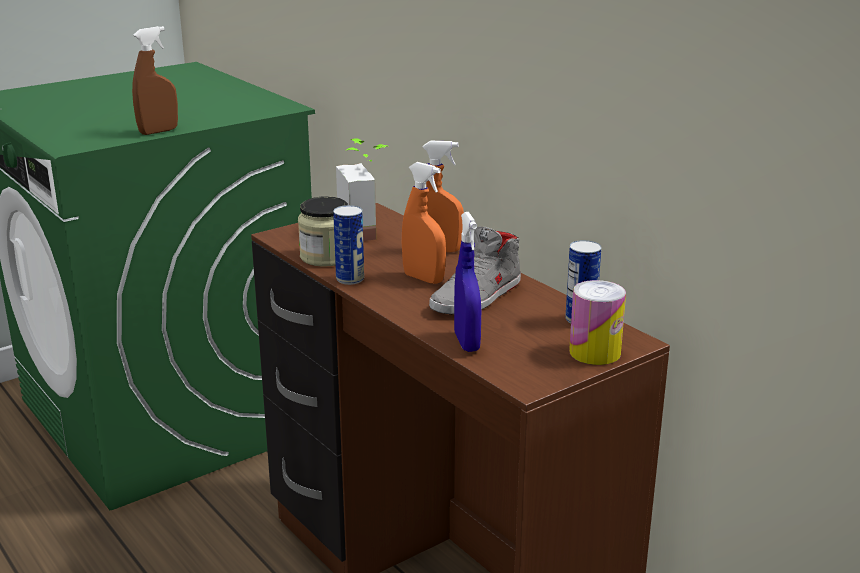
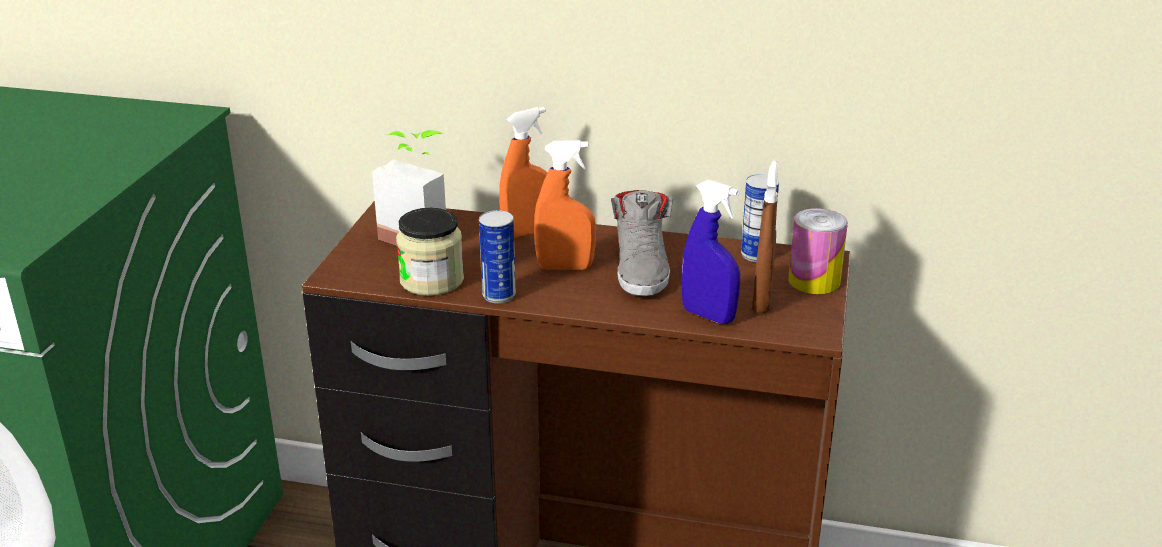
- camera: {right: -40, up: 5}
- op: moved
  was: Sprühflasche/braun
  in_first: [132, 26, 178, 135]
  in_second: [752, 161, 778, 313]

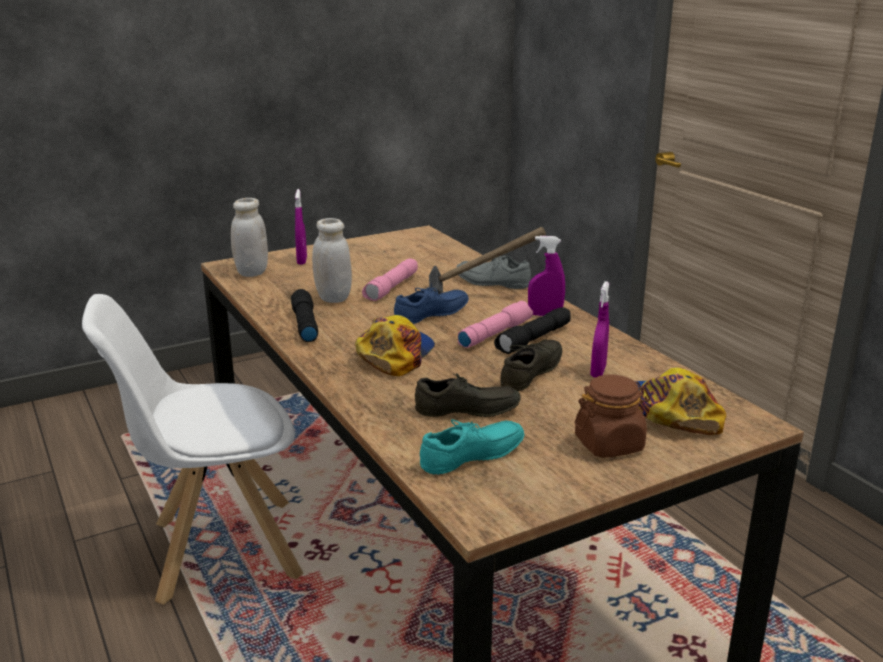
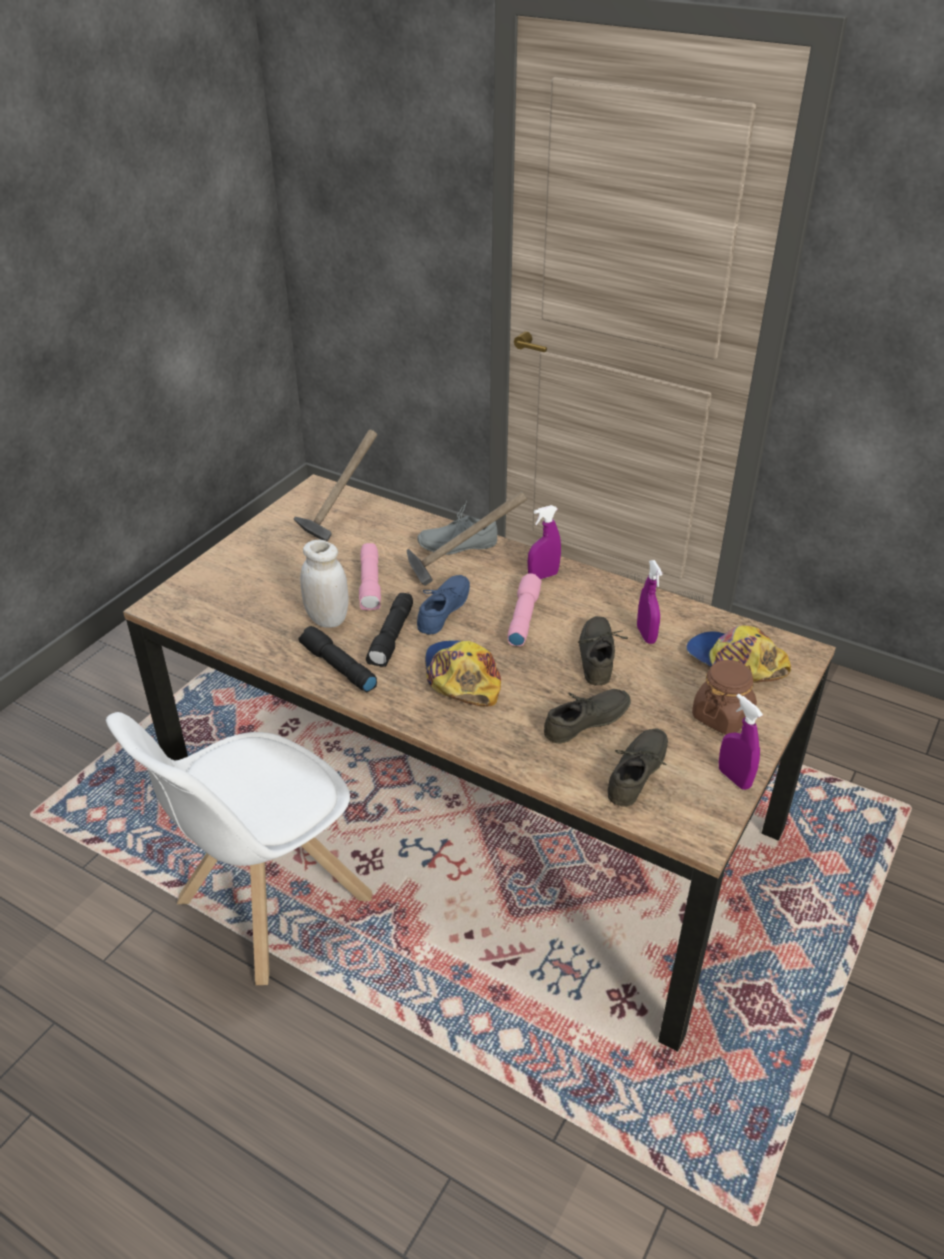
- camera: {right: -30, up: 15}
- op: removed
  was: Vorratsglas/weiß
  in_first: [231, 198, 268, 277]
- op: added
  now: Hammer
  in_second: [294, 429, 377, 542]
- op: moved
  was: Sprühflasche/lila
  in_first: [295, 189, 307, 265]
  in_second: [719, 694, 763, 790]
- op: moved
  was: Taschenlampe/schwarz
  in_first: [494, 307, 571, 354]
  in_second: [366, 593, 413, 667]
- op: recoloured
  was: Schuh/türkis
  now: Schuh/grau
  in_first: [420, 419, 524, 475]
  in_second: [608, 728, 668, 807]

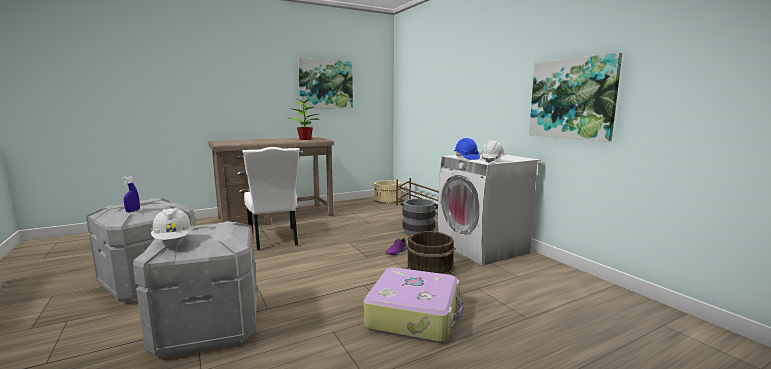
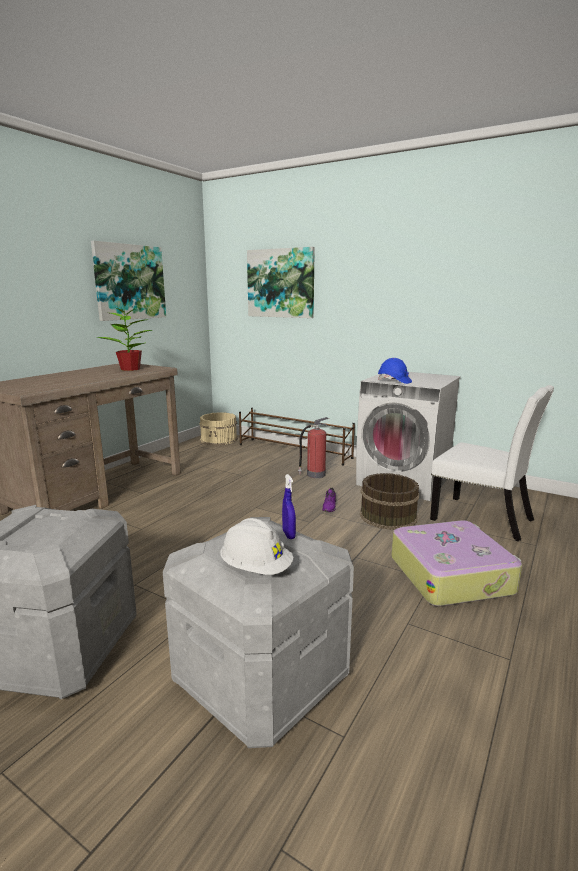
- camera: {right: -30, up: 5}
- op: removed
  was: Schutzhelm/weiß
  in_first: [480, 140, 505, 163]
- op: moved
  was: Sprühflasche/blau
  in_first: [122, 176, 140, 212]
  in_second: [282, 474, 296, 539]
- op: moved
  was: Stuhl/weiß
  in_first: [242, 147, 299, 250]
  in_second: [430, 385, 554, 541]
- op: moved
  was: Bild
  in_first: [529, 53, 622, 142]
  in_second: [247, 247, 315, 318]
- op: replaced
  was: Eimer/grau
  now: Feuerlöscher
  in_first: [400, 199, 438, 236]
  in_second: [298, 417, 329, 478]

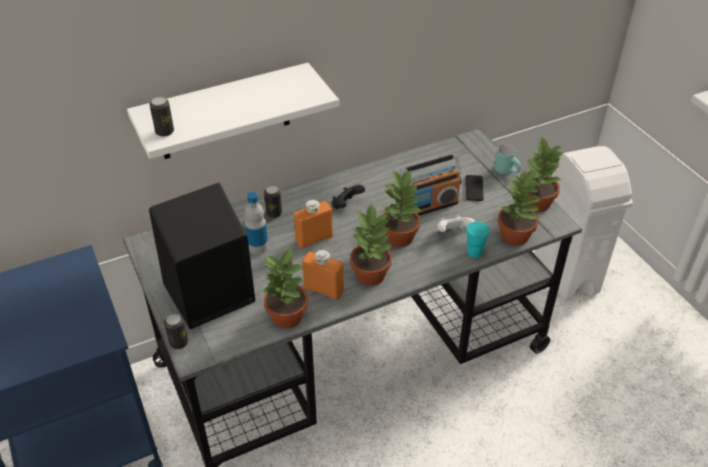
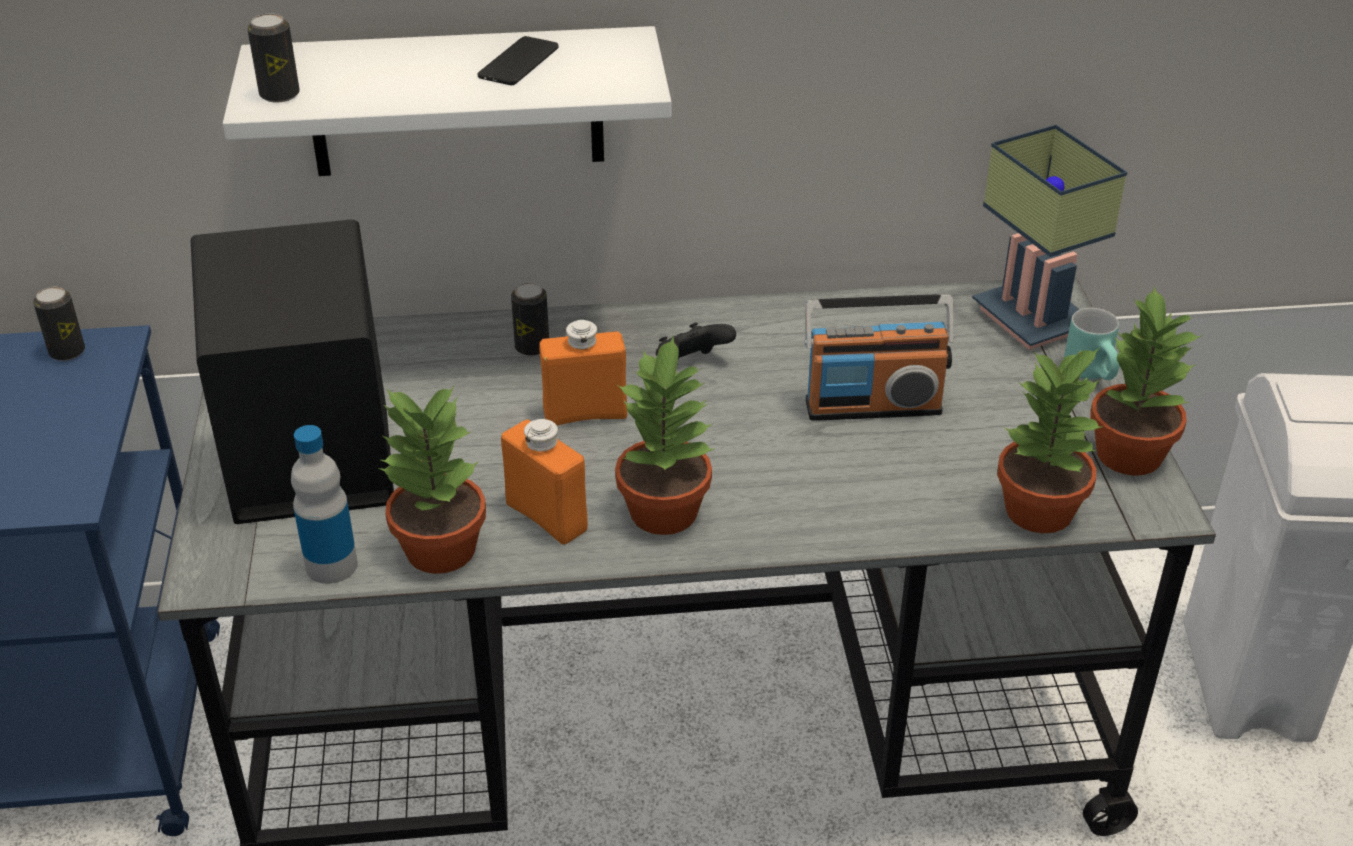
- camera: {right: 20, up: -5}
- op: removed
  was: Topfpflanze
  in_first: [382, 170, 423, 247]
- op: removed
  was: Gamepad/weiß
  in_first: [437, 215, 475, 232]
- op: removed
  was: Tasse/türkis
  in_first: [466, 222, 490, 258]
- op: added
  now: Tischlampe
  in_second: [972, 125, 1127, 350]
- op: moved
  was: Dose
  in_first: [164, 314, 188, 349]
  in_second: [33, 287, 85, 361]
- op: moved
  was: Flasche
  in_first: [244, 192, 268, 254]
  in_second: [291, 425, 358, 584]
- op: moved
  was: Handy
  in_first: [465, 175, 484, 201]
  in_second: [478, 36, 558, 85]

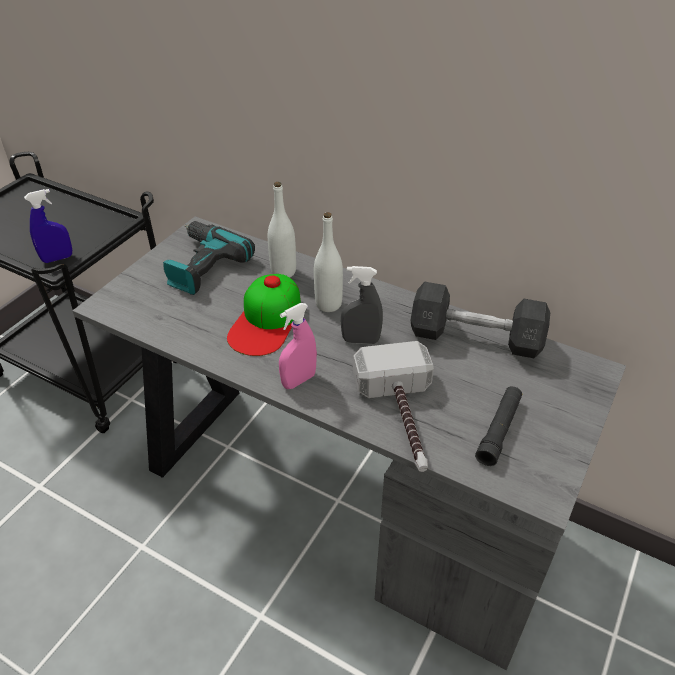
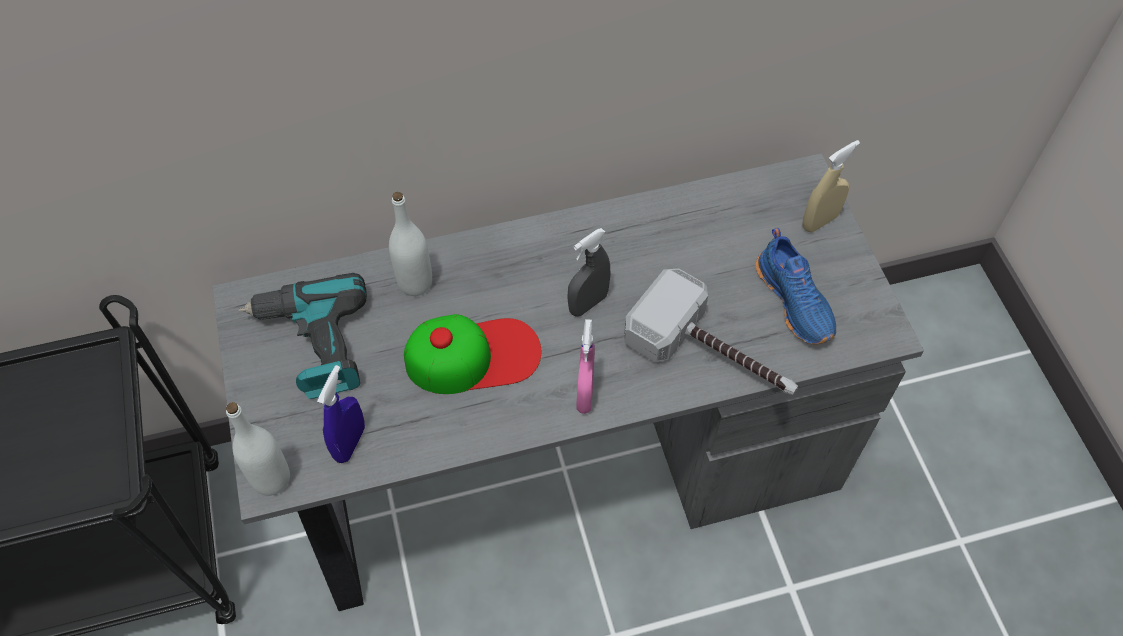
- camera: {right: -45, up: 15}
- op: removed
  was: Hantel/grau
  in_first: [410, 282, 550, 358]
- op: added
  now: Sprühflasche/beige
  in_second: [802, 140, 860, 232]
- op: moved
  was: Sprühflasche/blau
  in_first: [24, 189, 72, 263]
  in_second: [317, 365, 365, 463]
- op: moved
  was: Flasche/weiß
  in_first: [314, 212, 343, 312]
  in_second: [226, 402, 290, 496]
- op: replaced
  was: Taschenlampe/schwarz
  now: Schuh/blau
  in_first: [475, 386, 522, 466]
  in_second: [756, 228, 836, 345]
- op: turned
  was: Kappe
  in_first: [227, 274, 301, 356]
  in_second: [404, 314, 541, 394]
  clockwise: -75

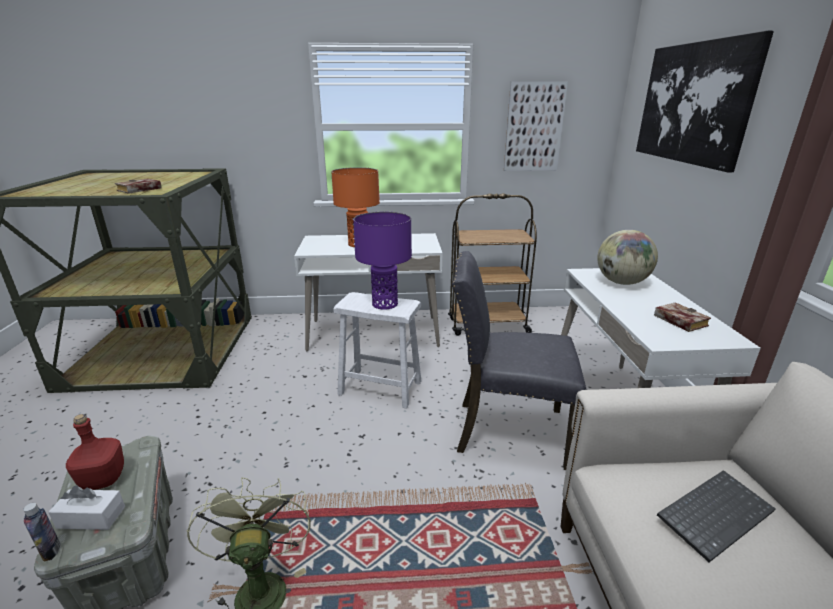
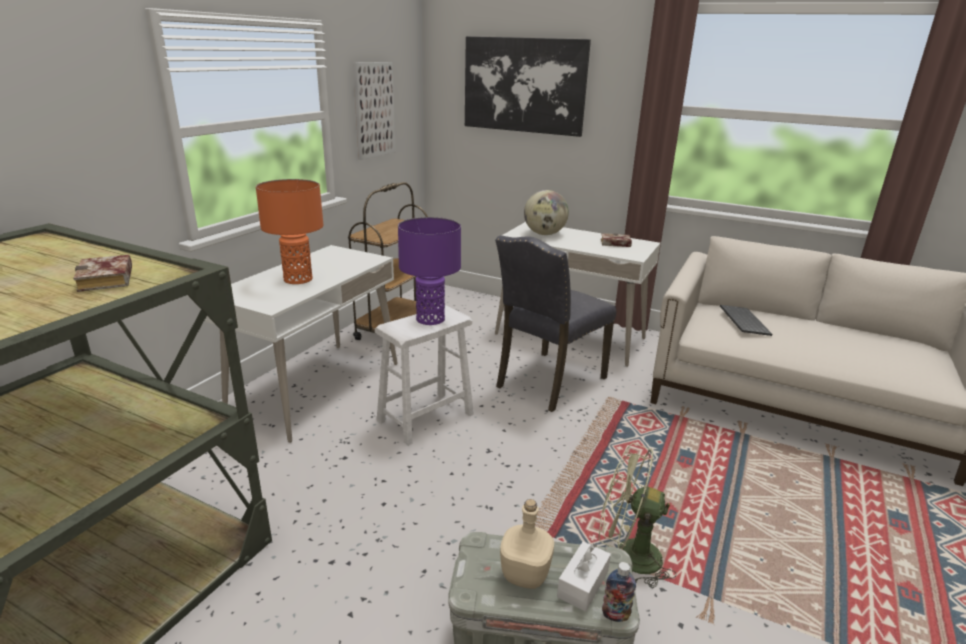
- camera: {right: -60, up: 0}
- op: recoloured
  was: Flasche/rot
  now: Flasche/beige
  in_first: [66, 414, 124, 490]
  in_second: [500, 499, 554, 589]

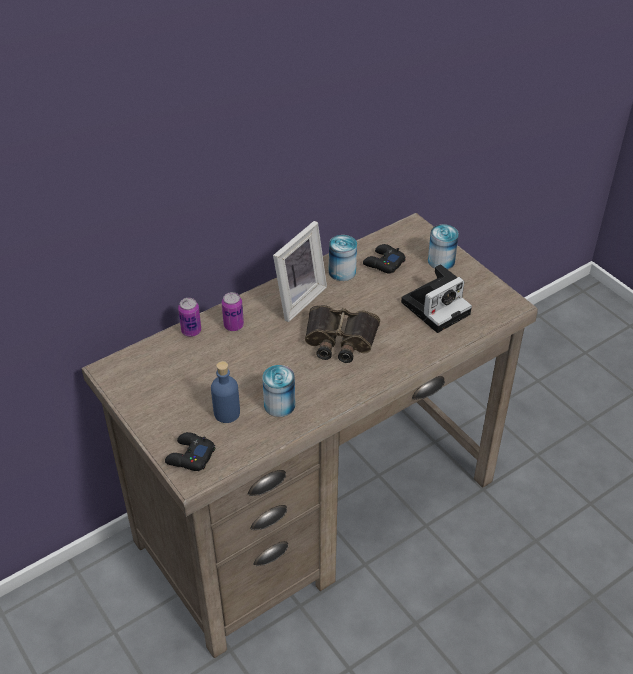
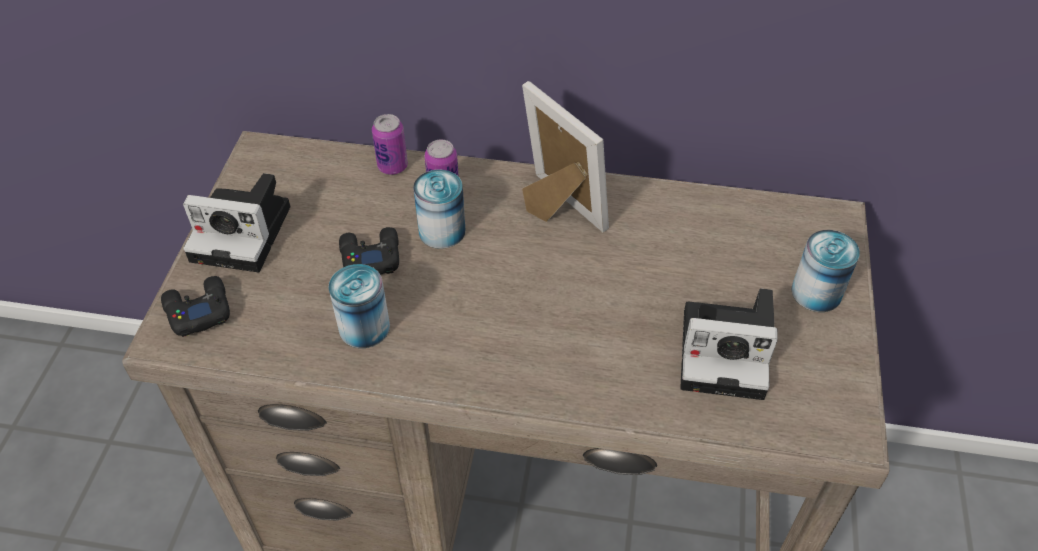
- camera: {right: 45, up: 5}
- op: removed
  was: Flasche/blau
  in_first: [211, 361, 240, 423]
- op: removed
  was: Fernglas
  in_first: [305, 305, 380, 363]
- op: added
  now: Kamera
  in_second: [183, 173, 291, 272]
- op: moved
  was: Dose
  in_first: [329, 235, 357, 281]
  in_second: [413, 169, 465, 249]
- op: moved
  was: Gamepad/schwarz
  in_first: [363, 244, 406, 274]
  in_second: [339, 227, 399, 275]
- op: turned
  was: Bilderrahmen
  in_first: [273, 221, 327, 322]
  in_second: [522, 81, 609, 233]
  clockwise: -120

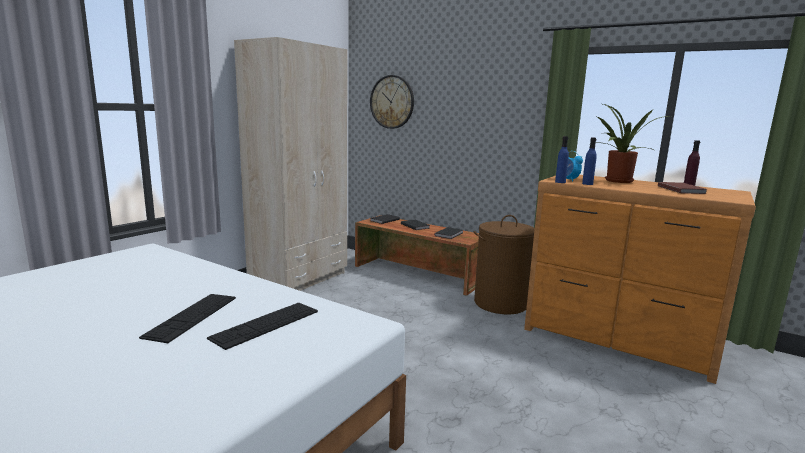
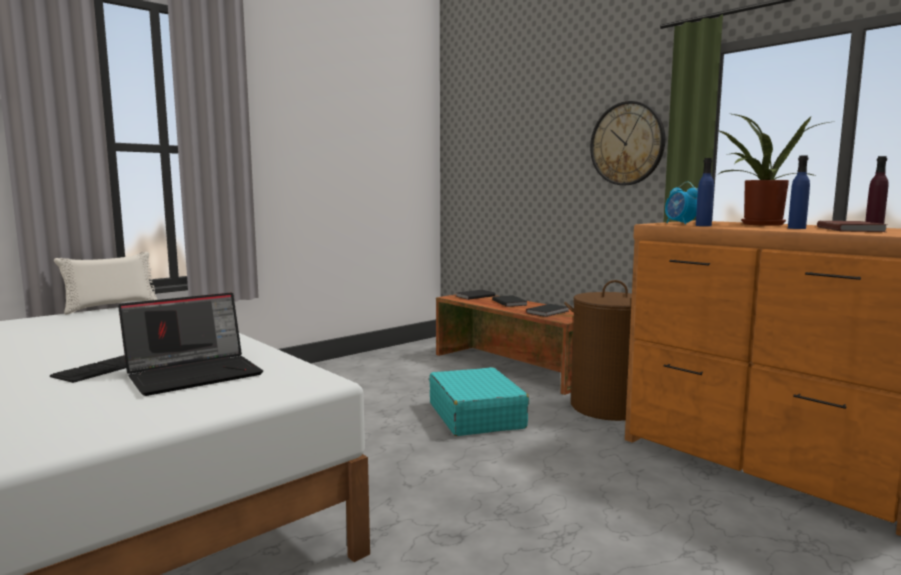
- camera: {right: 15, up: -5}
- op: removed
  was: Kleiderschrank/beige
  in_first: [234, 37, 347, 291]
- op: added
  now: Kissen/weiß
  in_second: [54, 252, 158, 314]
- op: added
  now: Koffer/türkis
  in_second: [429, 367, 529, 436]
- op: moved
  was: Wanduhr
  in_first: [370, 75, 414, 129]
  in_second: [590, 101, 665, 185]
- op: moved
  was: Flasche/blau
  in_first: [555, 136, 569, 183]
  in_second: [788, 155, 810, 229]
- op: replaced
  was: Tastatur
  now: Laptop
  in_first: [207, 303, 318, 350]
  in_second: [118, 293, 263, 396]

